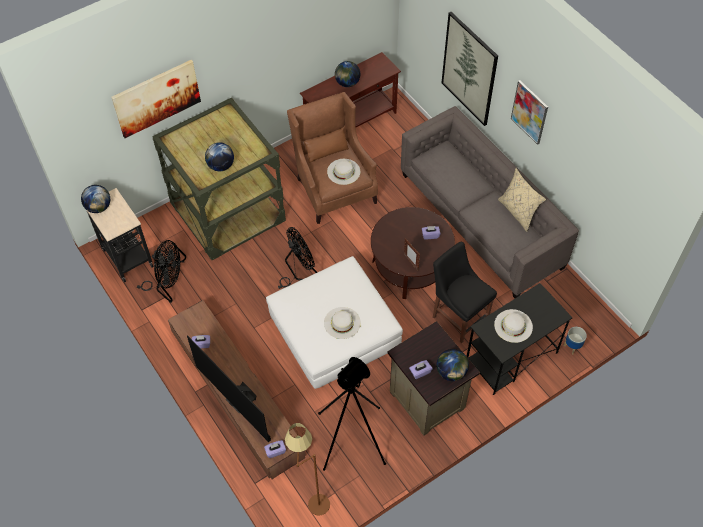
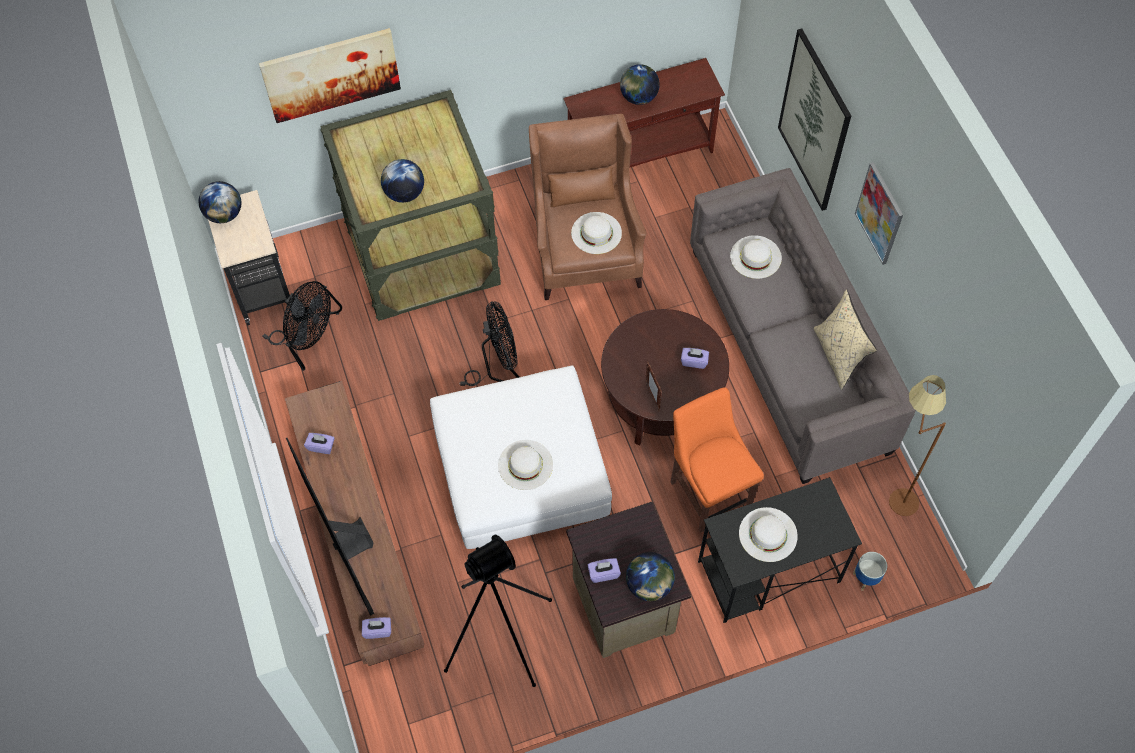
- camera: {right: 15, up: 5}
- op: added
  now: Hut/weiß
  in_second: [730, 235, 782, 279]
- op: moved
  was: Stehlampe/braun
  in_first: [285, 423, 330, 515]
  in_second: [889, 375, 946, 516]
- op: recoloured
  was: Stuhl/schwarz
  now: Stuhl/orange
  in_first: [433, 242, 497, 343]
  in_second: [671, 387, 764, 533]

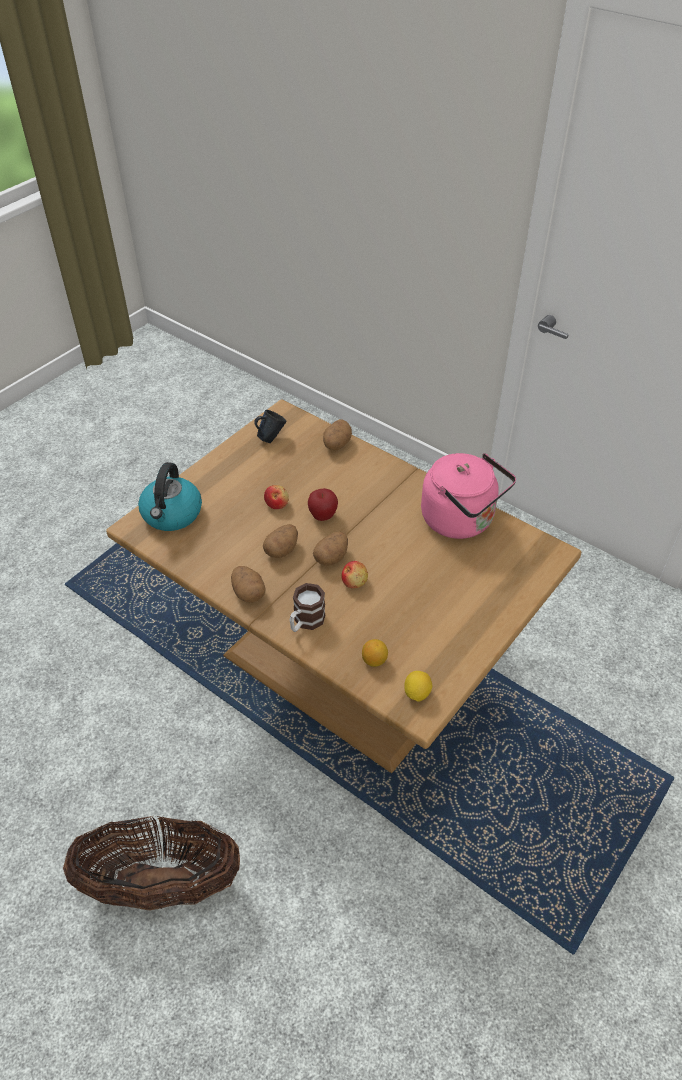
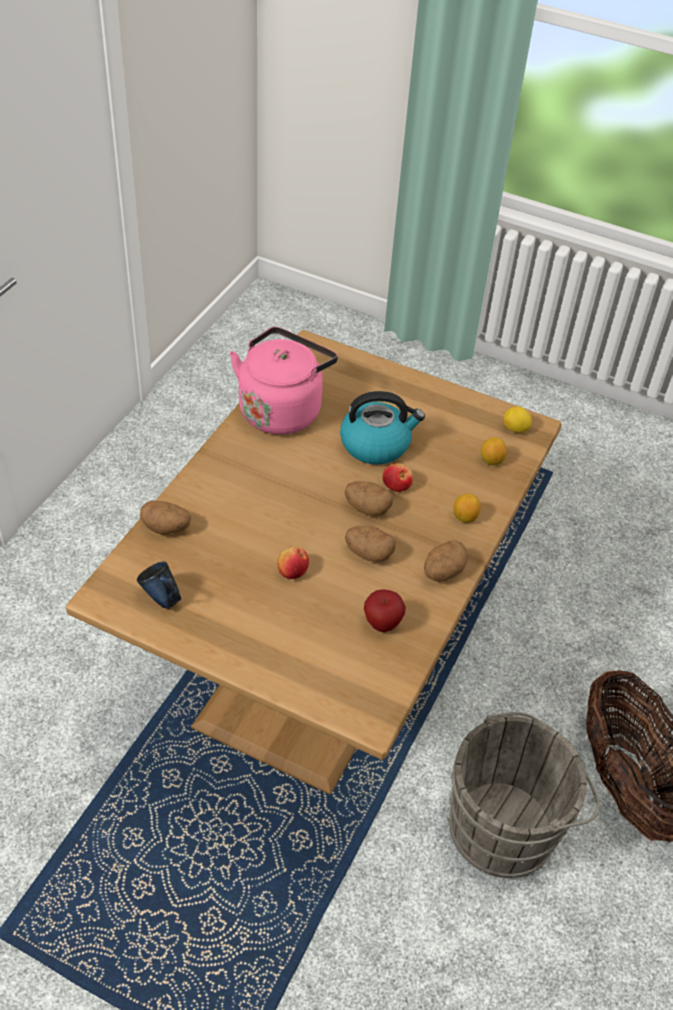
- camera: {right: -105, up: 0}
- op: added
  now: Eimer/grau
  in_second: [448, 712, 599, 879]
- op: moved
  was: Wasserkessel
  in_first: [138, 462, 202, 531]
  in_second: [340, 391, 425, 465]
- op: moved
  was: Apfel
  in_first: [308, 488, 338, 521]
  in_second: [364, 589, 406, 632]
- op: replaced
  was: Henkelbecher
  now: Zitrone
  in_first: [290, 583, 325, 632]
  in_second: [453, 494, 481, 523]

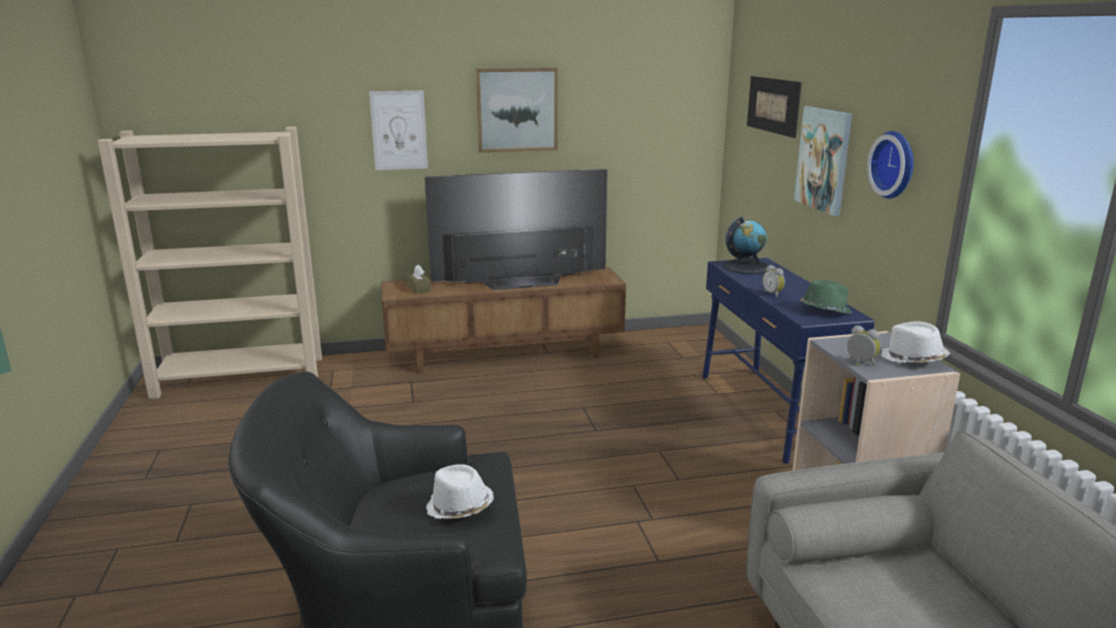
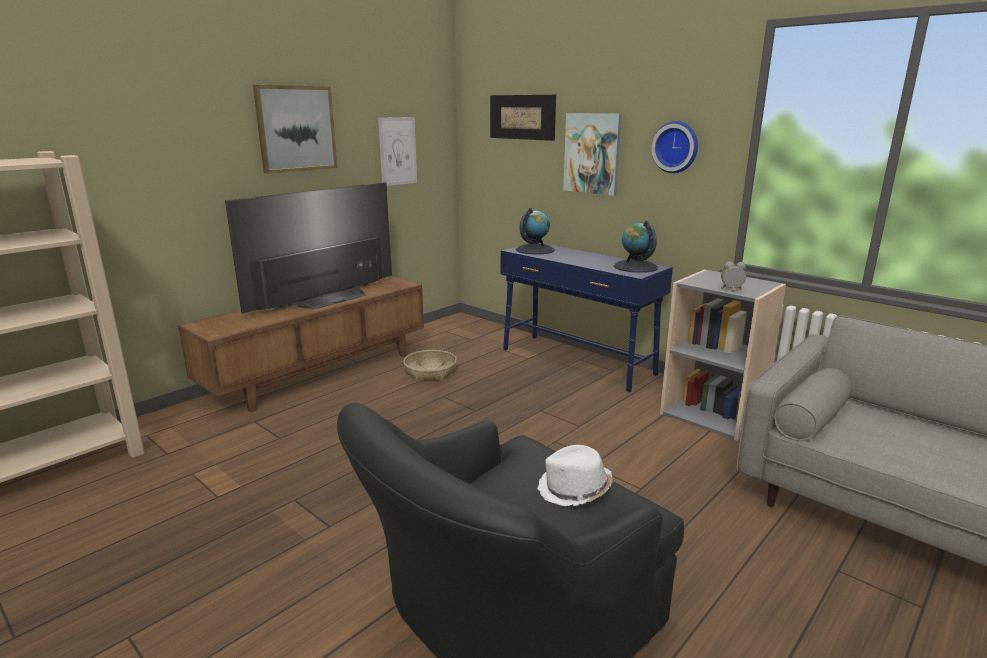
- camera: {right: -35, up: 0}
- op: removed
  was: Taschentuchbox/braun
  in_first: [406, 265, 431, 294]
- op: removed
  was: Wecker
  in_first: [763, 265, 785, 297]
- op: removed
  was: Hut/weiß
  in_first: [881, 322, 950, 363]
- op: added
  now: Korb
  in_second: [403, 350, 457, 382]
- op: moved
  was: Bild
  in_first: [369, 91, 428, 170]
  in_second: [378, 117, 417, 186]
- op: replaced
  was: Hut/grün
  now: Globus
  in_first: [800, 280, 852, 313]
  in_second: [614, 220, 658, 273]

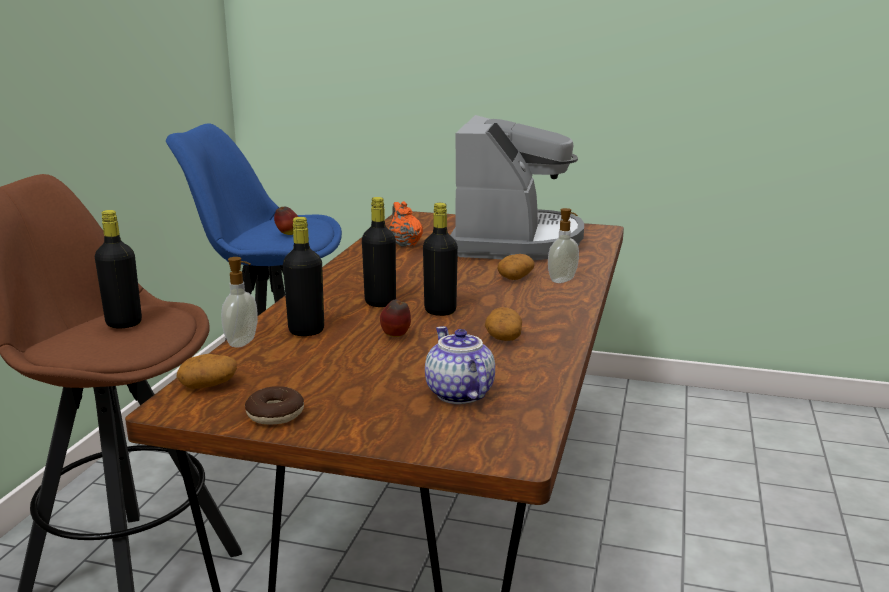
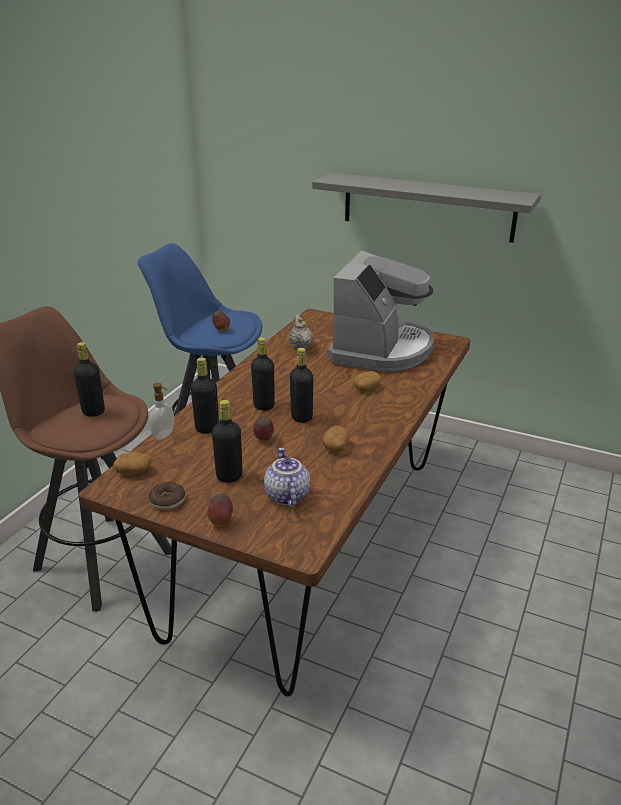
- camera: {right: 10, up: 10}
- op: removed
  was: Seifenspender
  in_first: [548, 208, 579, 283]
- op: added
  now: Apfel
  in_second: [207, 494, 233, 527]
- op: added
  now: Flasche/schwarz
  in_second: [212, 400, 243, 483]
- op: added
  now: Wandregal/grau
  in_second: [312, 173, 541, 243]
- op: recoloured
  was: Teekanne/orange
  now: Teekanne/beige
  in_first: [389, 201, 423, 247]
  in_second: [289, 314, 314, 349]

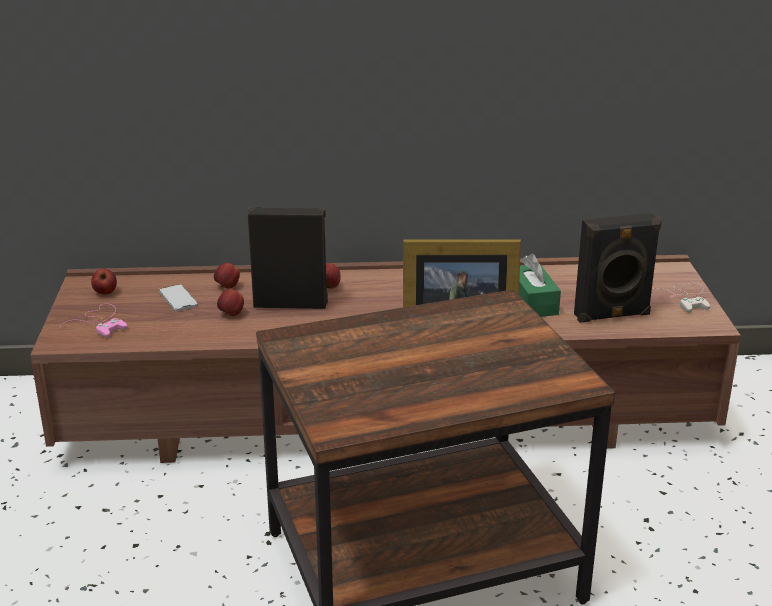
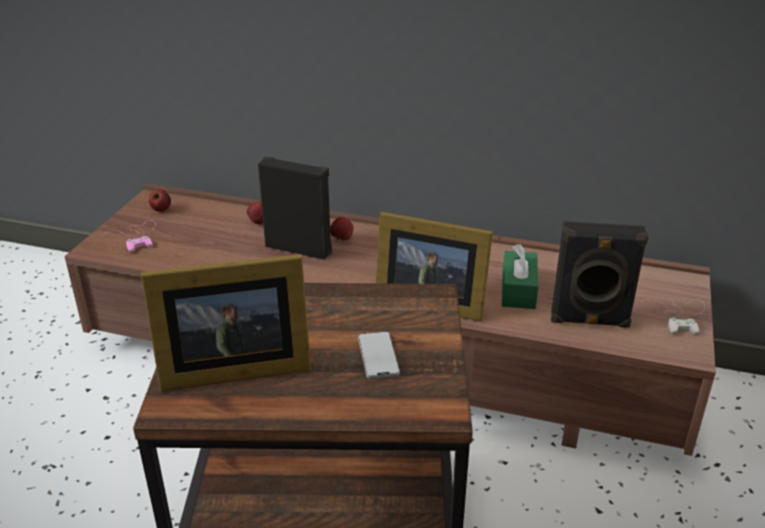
- camera: {right: 20, up: 5}
- op: removed
  was: Apfel
  in_first: [217, 289, 244, 316]
- op: added
  now: Bilderrahmen
  in_second: [141, 254, 311, 391]
- op: moved
  was: Handy
  in_first: [159, 284, 198, 311]
  in_second: [358, 331, 400, 379]

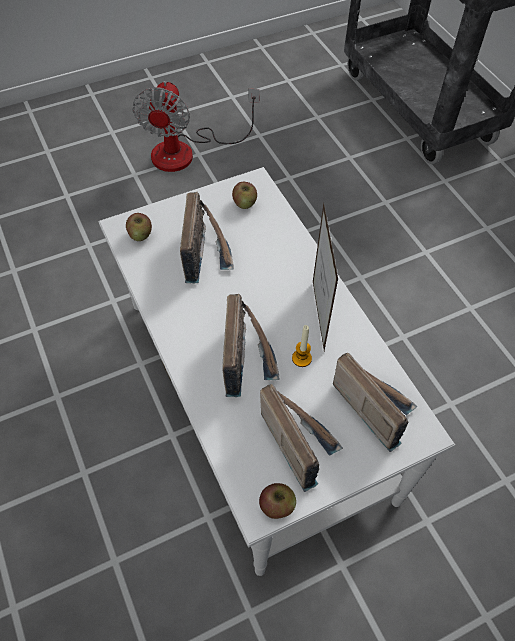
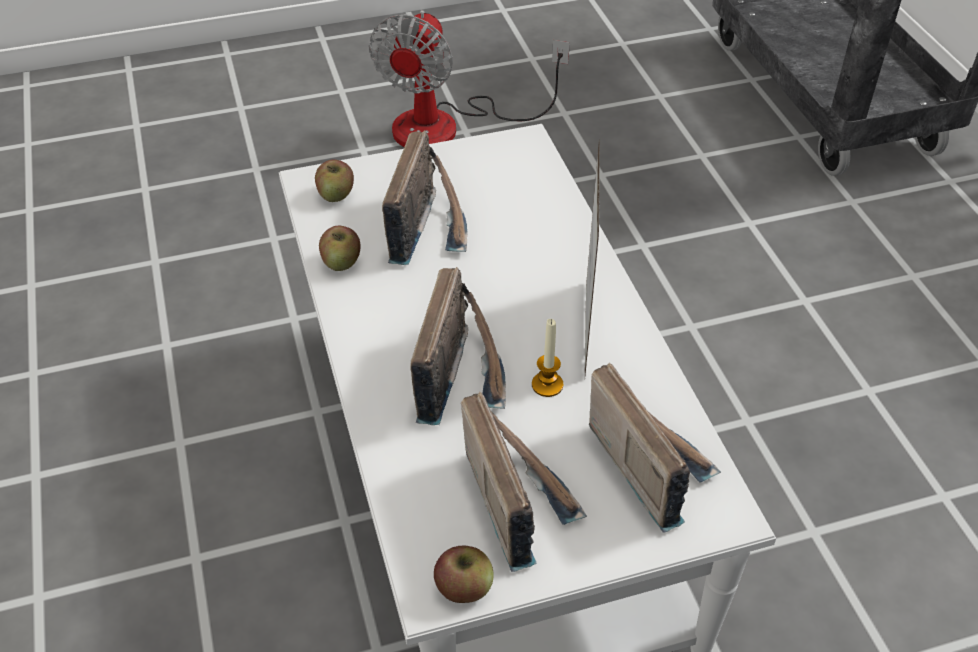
- camera: {right: 10, up: -10}
- op: moved
  was: Apfel
  in_first: [232, 182, 257, 209]
  in_second: [319, 226, 361, 271]

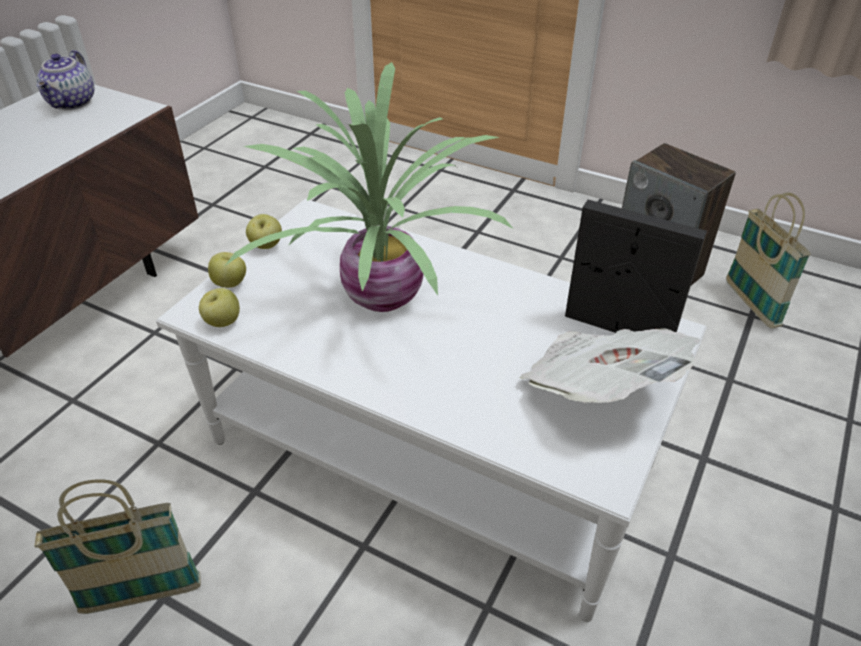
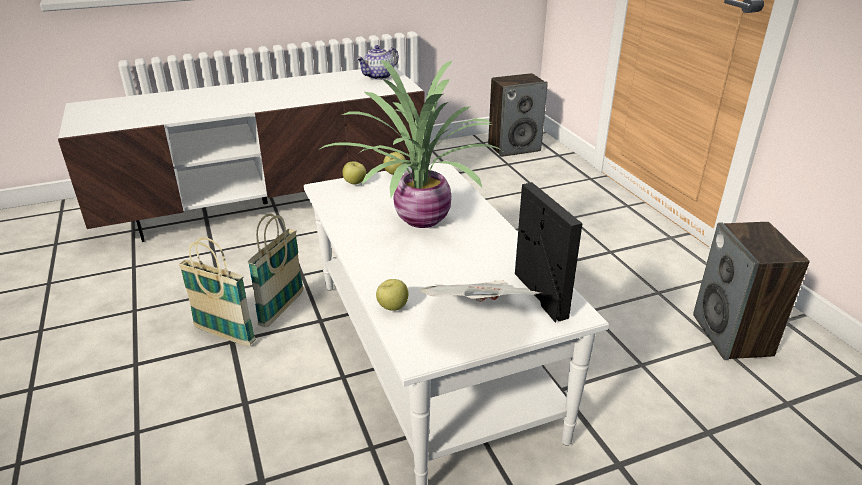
- camera: {right: 40, up: -10}
- op: added
  now: Lautsprecher
  in_second: [488, 73, 548, 157]
- op: moved
  was: Apfel
  in_first: [199, 288, 240, 327]
  in_second: [376, 279, 409, 311]
- op: moved
  was: Korb
  in_first: [726, 192, 811, 328]
  in_second: [247, 214, 304, 327]

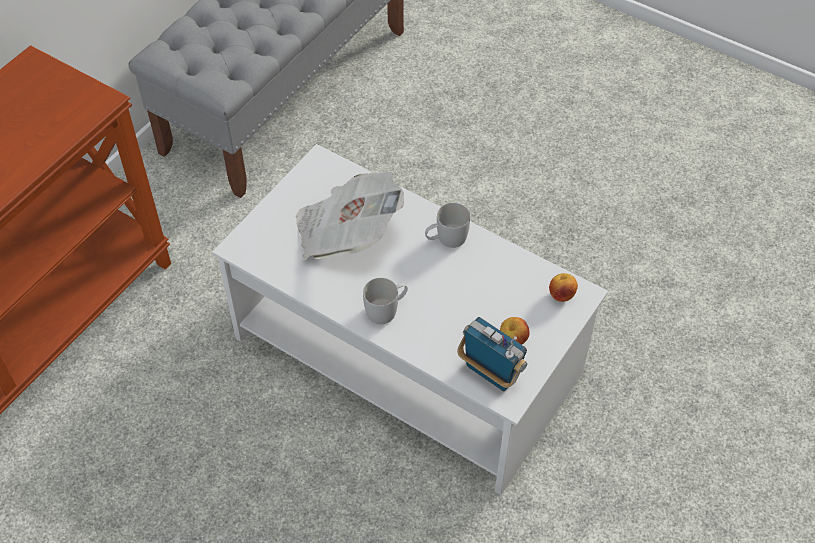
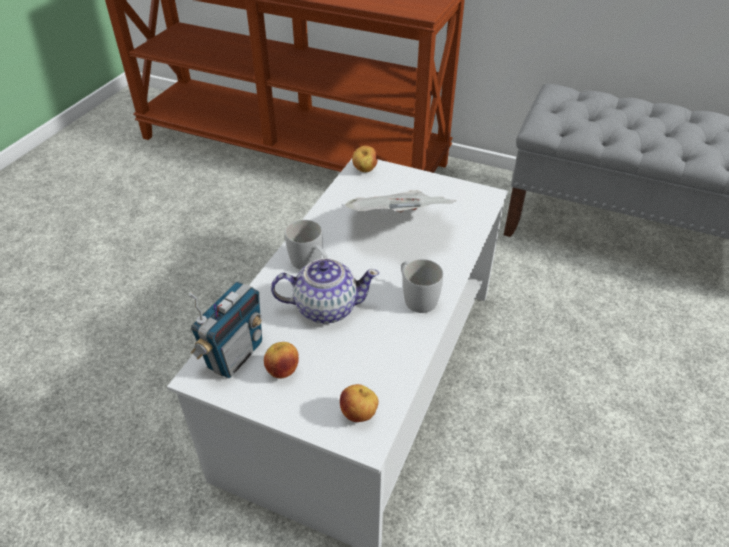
- camera: {right: 80, up: -10}
- op: added
  now: Teekanne
  in_second: [271, 258, 379, 324]
- op: added
  now: Apfel
  in_second: [352, 146, 377, 172]

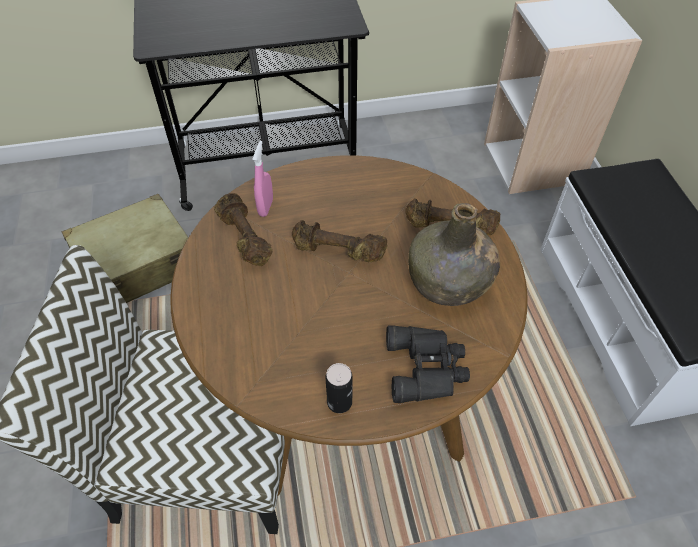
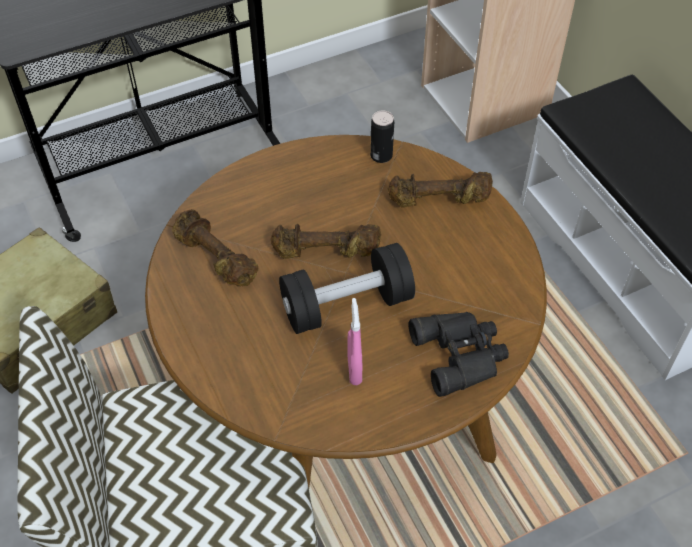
- camera: {right: -15, up: 0}
- op: removed
  was: Flasche/grün
  in_first: [408, 203, 500, 306]
- op: added
  now: Hantel/schwarz
  in_second: [279, 243, 415, 334]
- op: moved
  was: Sprühflasche/rosa
  in_first: [252, 141, 273, 217]
  in_second: [347, 298, 362, 385]
- op: moved
  was: Dose
  in_first: [325, 363, 353, 413]
  in_second: [370, 110, 394, 163]

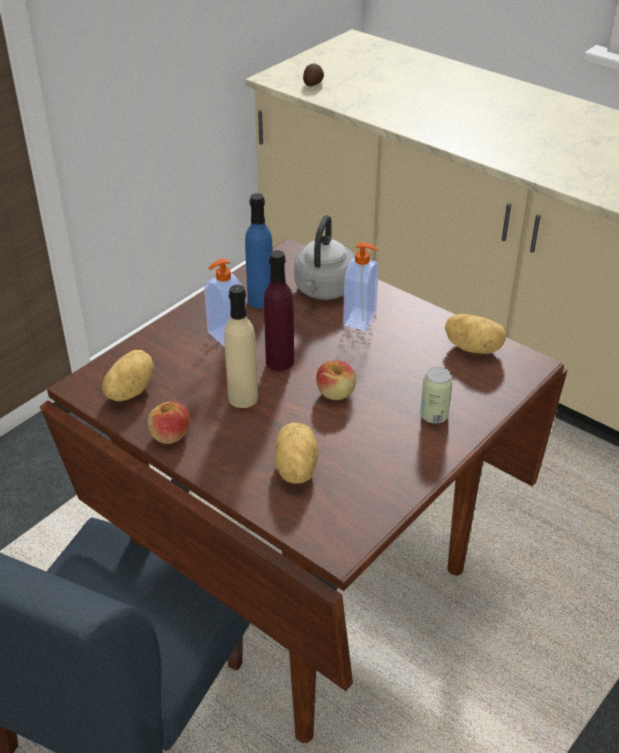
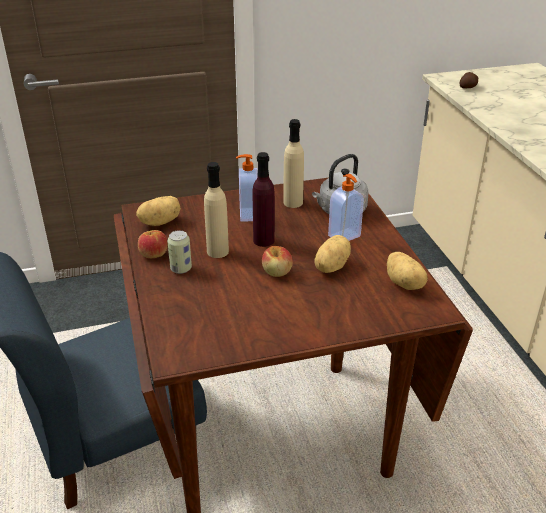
- camera: {right: 35, up: -5}
- op: moved
  was: Kartoffel
  in_first: [275, 423, 319, 483]
  in_second: [314, 235, 351, 273]
- op: moved
  was: Dose
  in_first: [420, 367, 453, 424]
  in_second: [167, 230, 192, 274]
- op: recoloured
  was: Flasche/blau
  now: Flasche/beige
  in_first: [245, 193, 273, 308]
  in_second: [283, 119, 304, 208]

